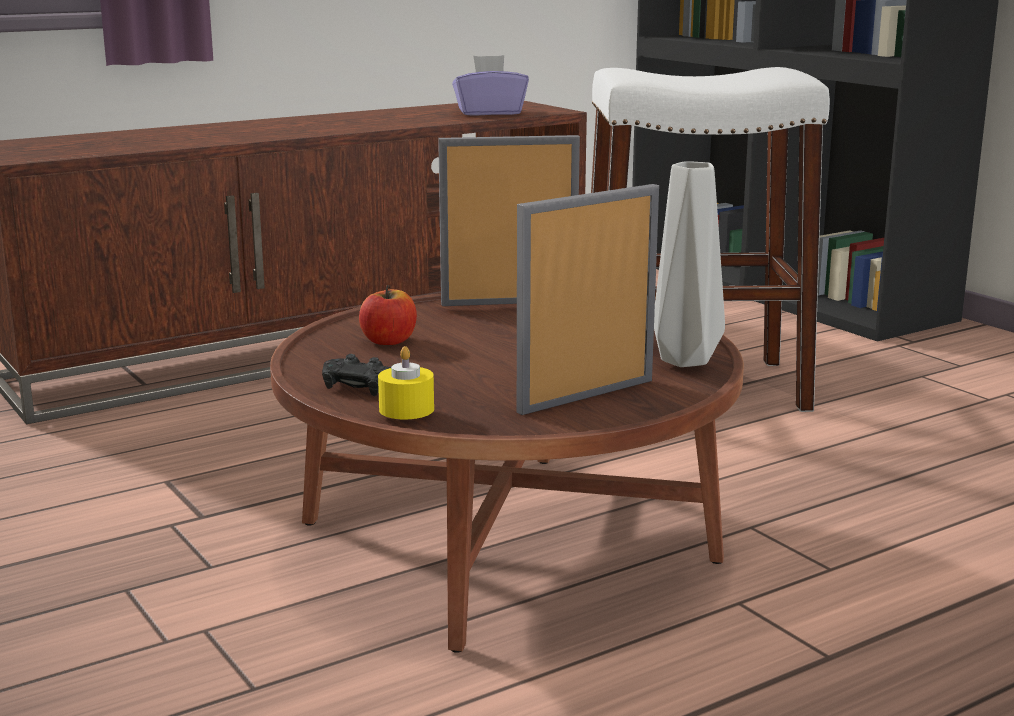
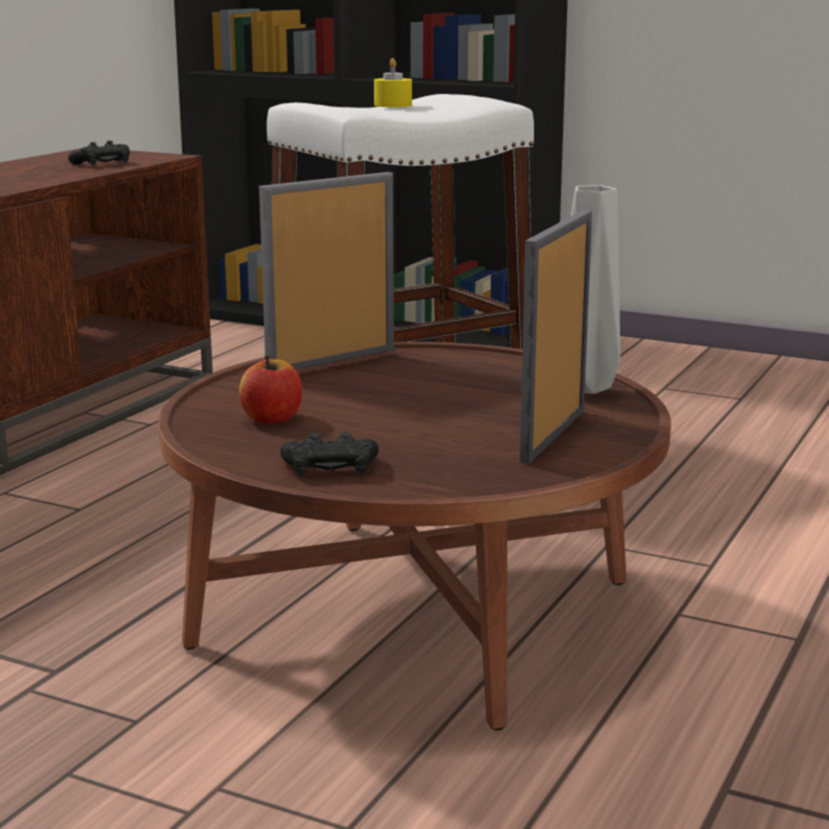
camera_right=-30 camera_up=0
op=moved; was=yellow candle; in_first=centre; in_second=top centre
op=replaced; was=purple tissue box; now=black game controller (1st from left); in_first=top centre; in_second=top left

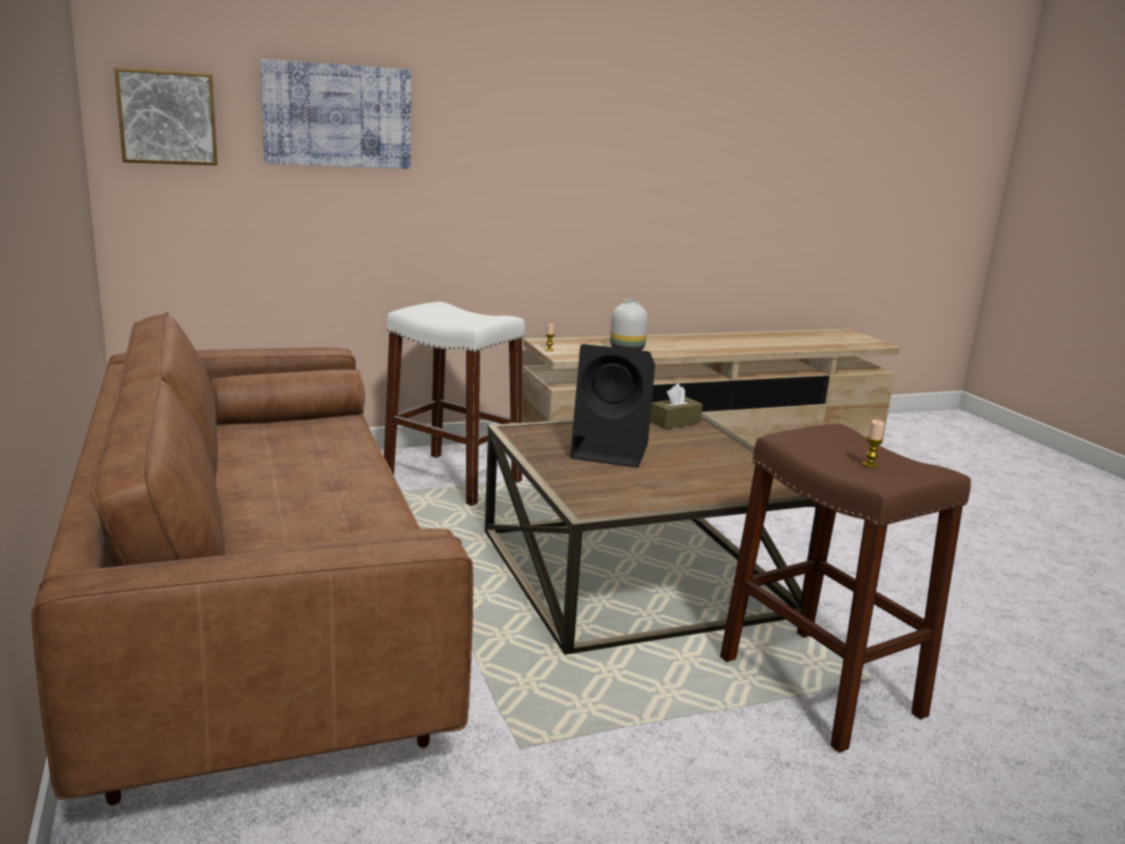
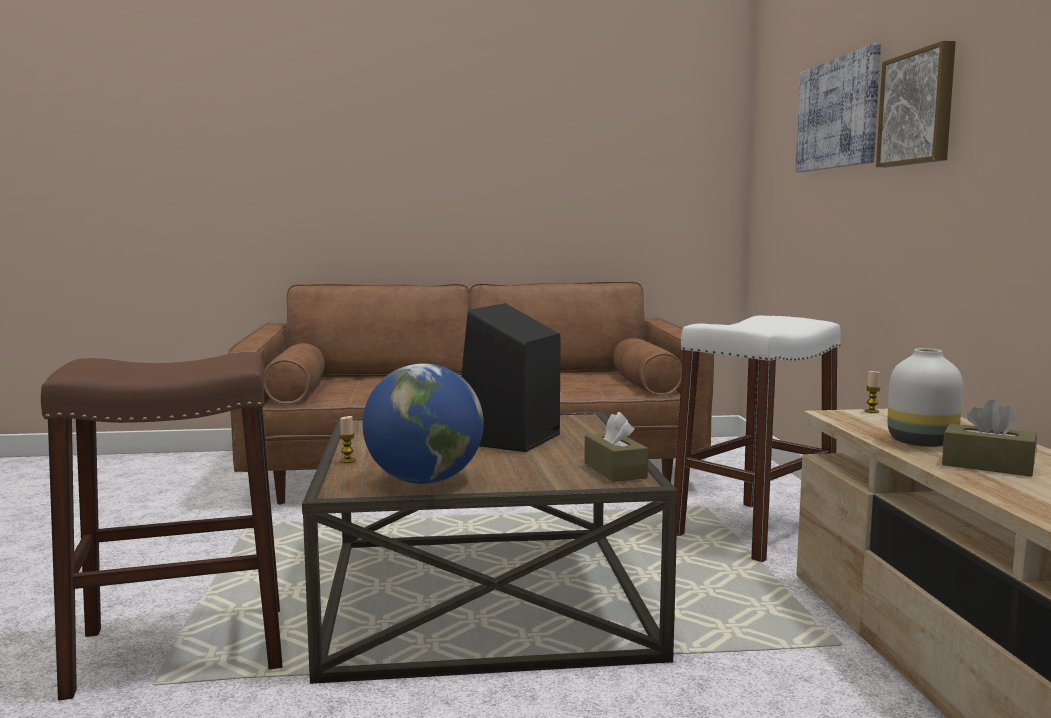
camera_right=105 camera_up=-10
op=moved; was=picture (1st from left in the first image); now=picture (2nd from left); in_first=top left; in_second=top right
op=moved; was=candle (2nd from left in the first image); now=candle (1st from left); in_first=middle right; in_second=middle left
op=added; now=globe; in_second=centre
op=added; now=brown tissue box (2nd from left); in_second=middle right

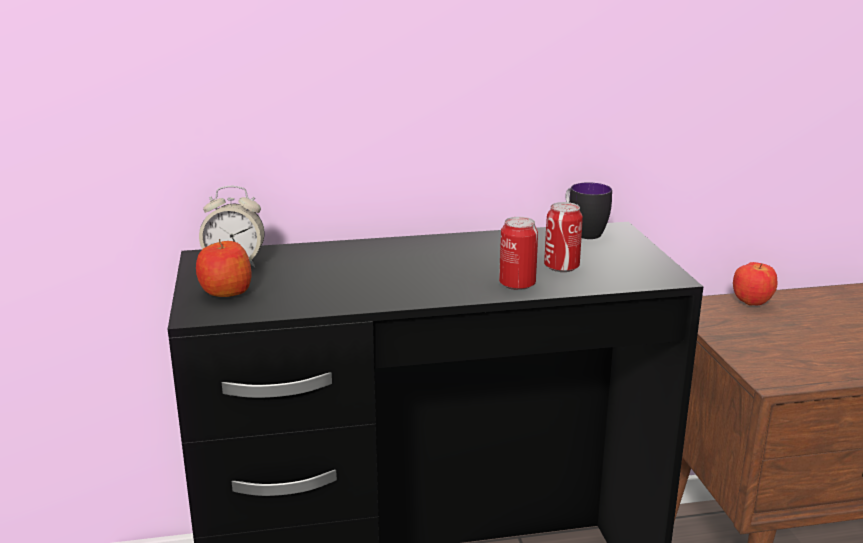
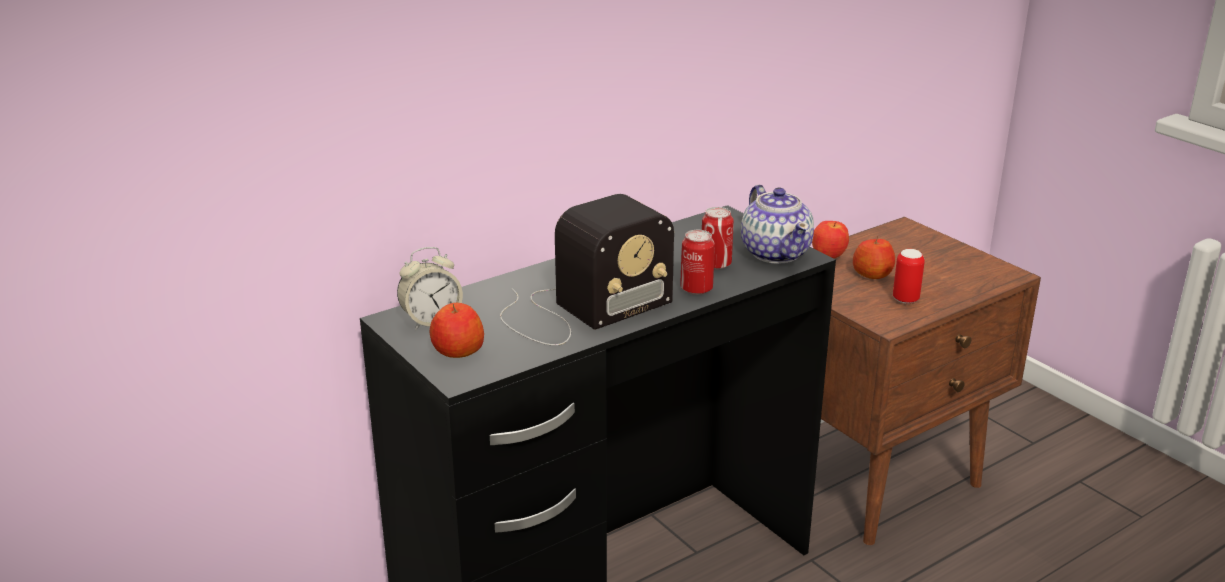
camera_right=-25 camera_up=5
op=removed; was=mug; in_first=middle right
op=added; now=radio; in_second=centre
op=added; now=teapot; in_second=centre
op=added; now=apple (3rd from left); in_second=middle right
op=added; now=can (3rd from left); in_second=middle right

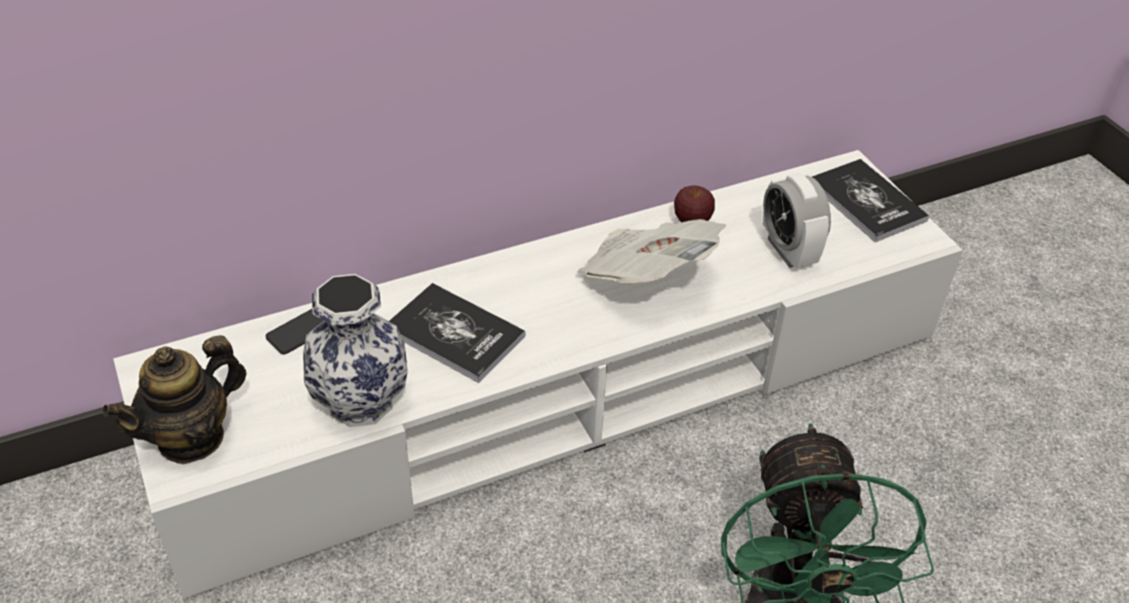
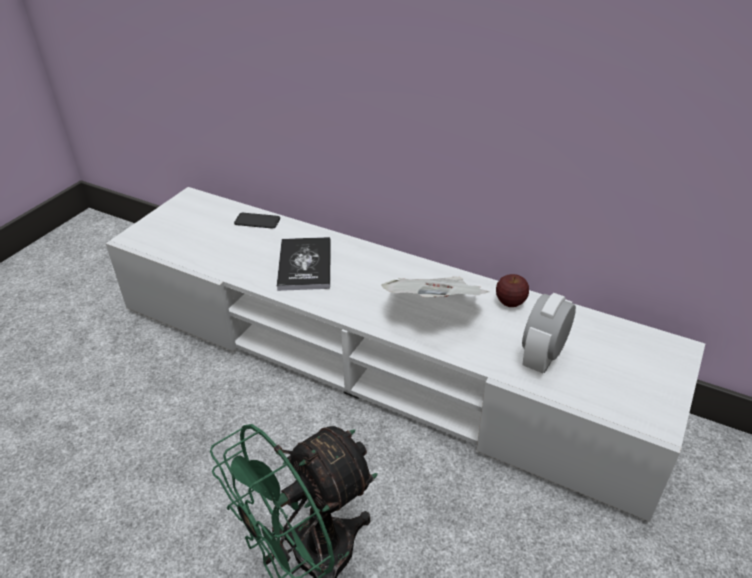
camera_right=55 camera_up=-5
op=removed; was=teapot; in_first=middle left
op=removed; was=vase; in_first=middle left
op=removed; was=book (2nd from left); in_first=top right

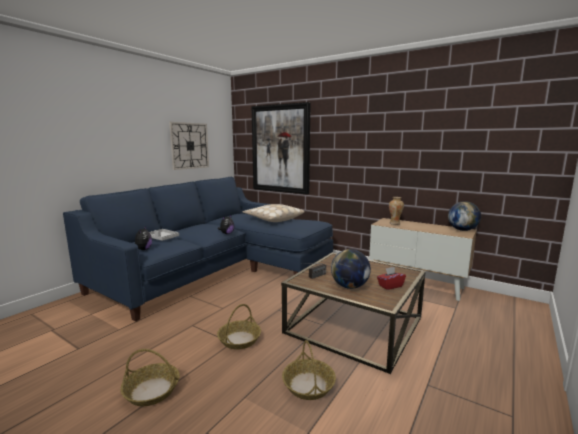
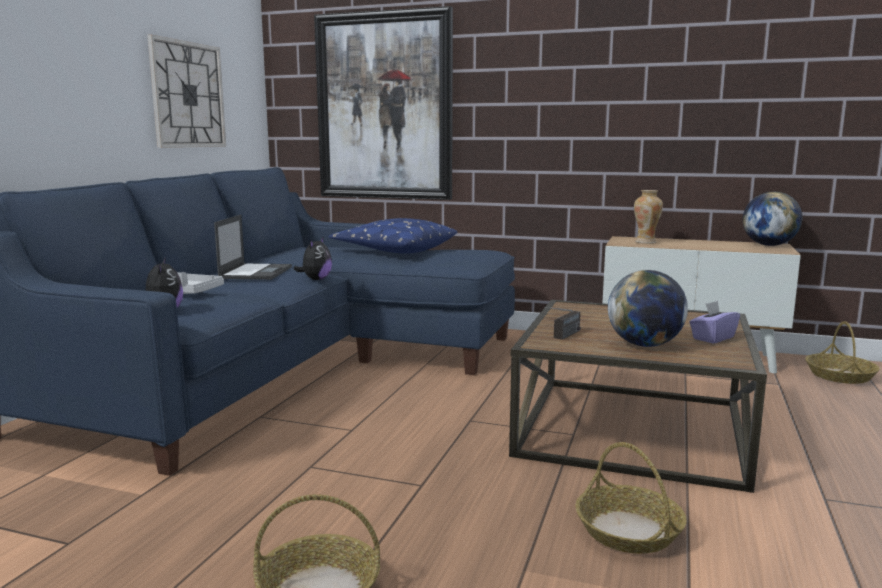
camera_right=-15 camera_up=0
op=moved; was=basket (2nd from left in the first image); now=basket (3rd from left); in_first=bottom centre; in_second=middle right
op=recoloured; was=beige pillow; now=blue pillow; in_first=centre; in_second=centre
op=recoloured; was=red tissue box; now=purple tissue box; in_first=middle right; in_second=middle right
op=added; now=laptop; in_second=middle left

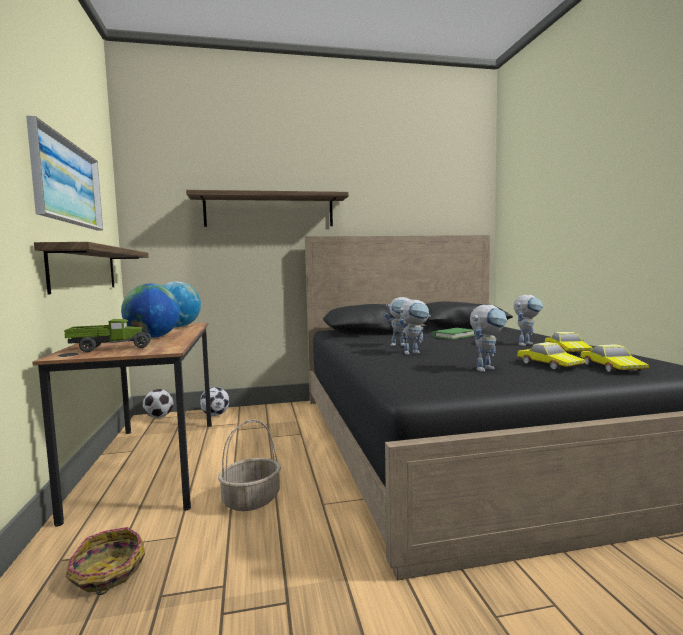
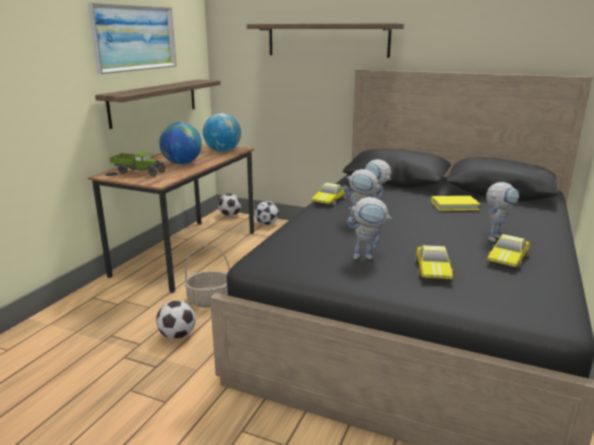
camera_right=35 camera_up=15
op=removed; was=basket (1st from left); in_first=bottom left
op=recoloured; was=green book; now=yellow book; in_first=centre; in_second=middle right
op=turned; was=toy robot (4th from left); in_first=middle right; in_second=middle right; clockwise=-45
op=moved; was=toy car (3rd from left in the first image); now=toy car (1st from left); in_first=middle right; in_second=centre
op=added; now=football (1st from left); in_second=bottom left

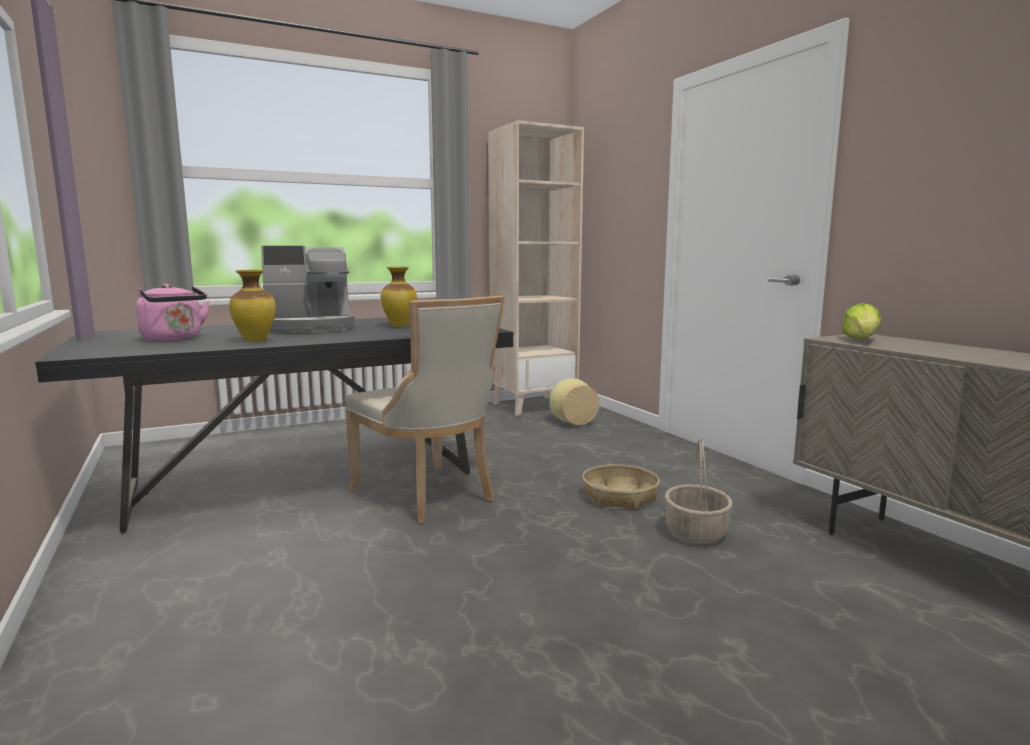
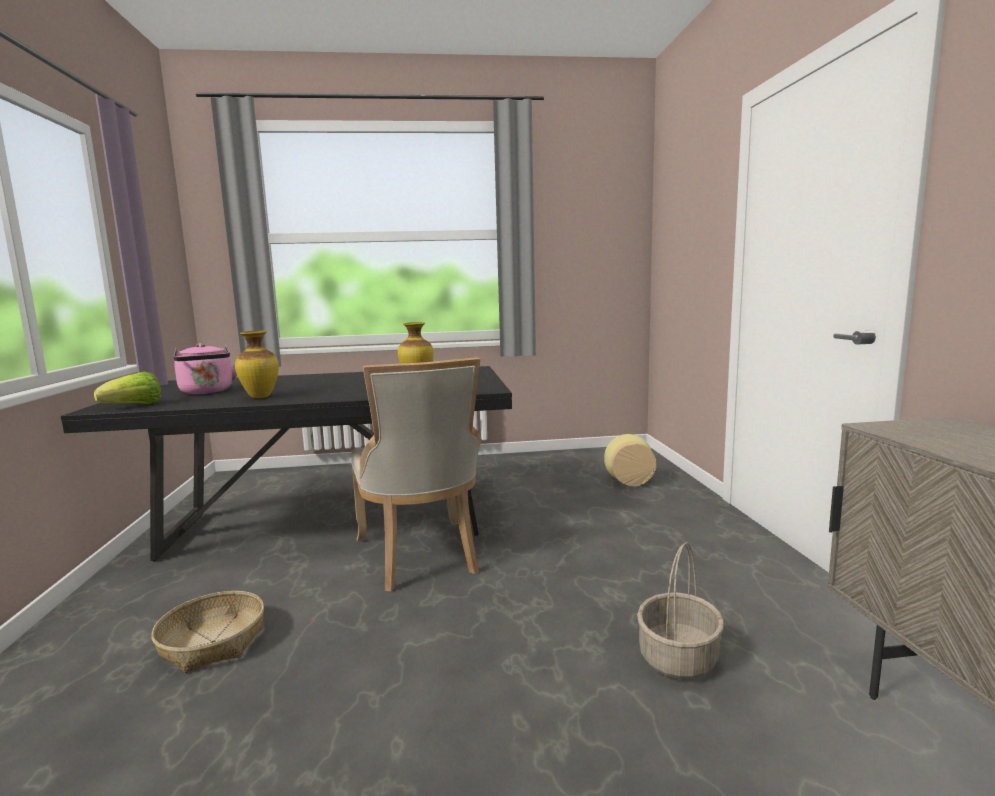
camera_right=20 camera_up=0
op=removed; was=coffee machine; in_first=middle left
op=removed; was=beige bookcase; in_first=centre
op=moved; was=basket (1st from left); in_first=centre; in_second=bottom left
op=moved; was=lettuce; in_first=middle right; in_second=middle left

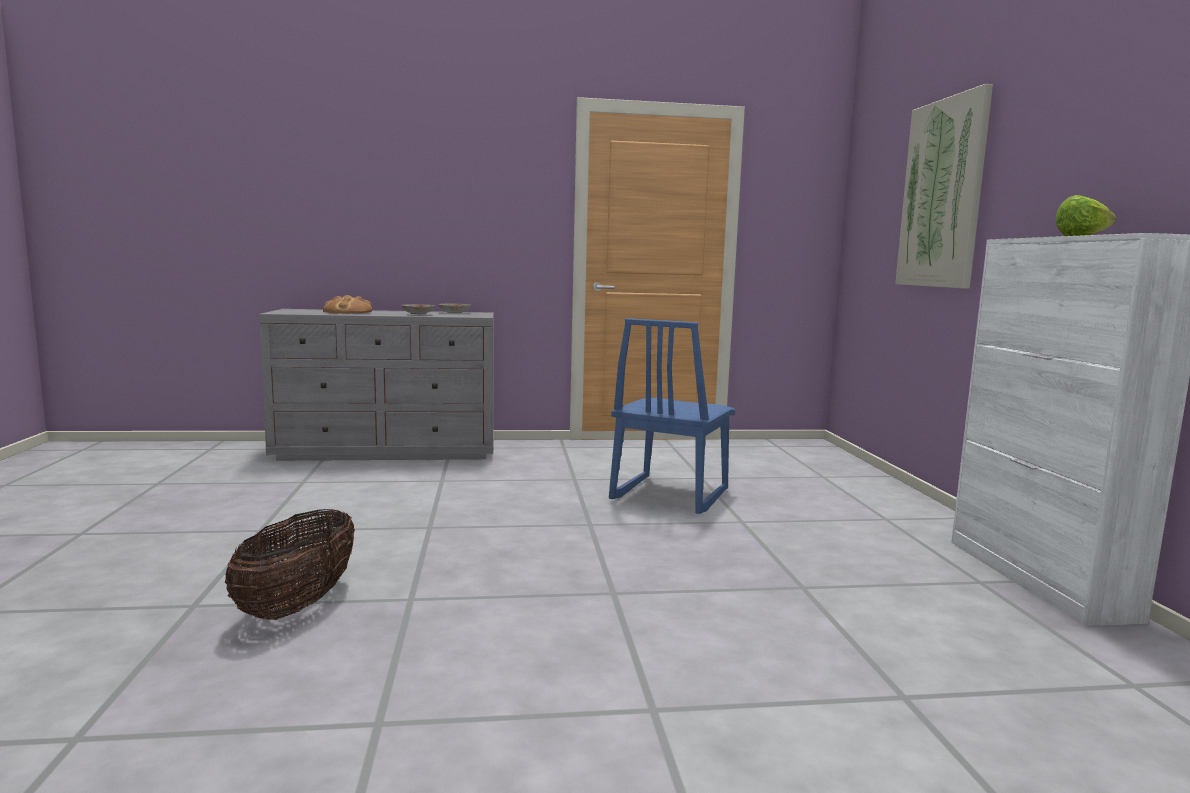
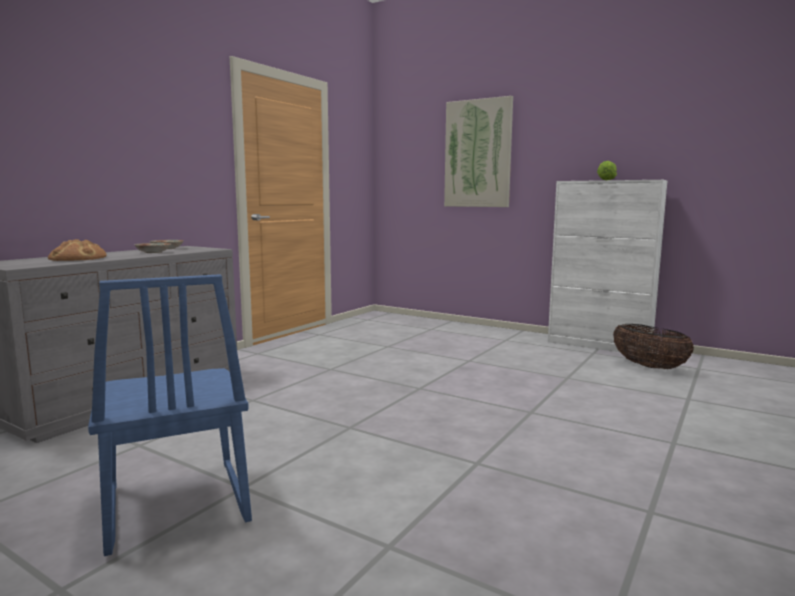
camera_right=-50 camera_up=0
op=moved; was=basket; in_first=bottom left; in_second=middle right
op=moved; was=blue chair; in_first=centre; in_second=bottom left

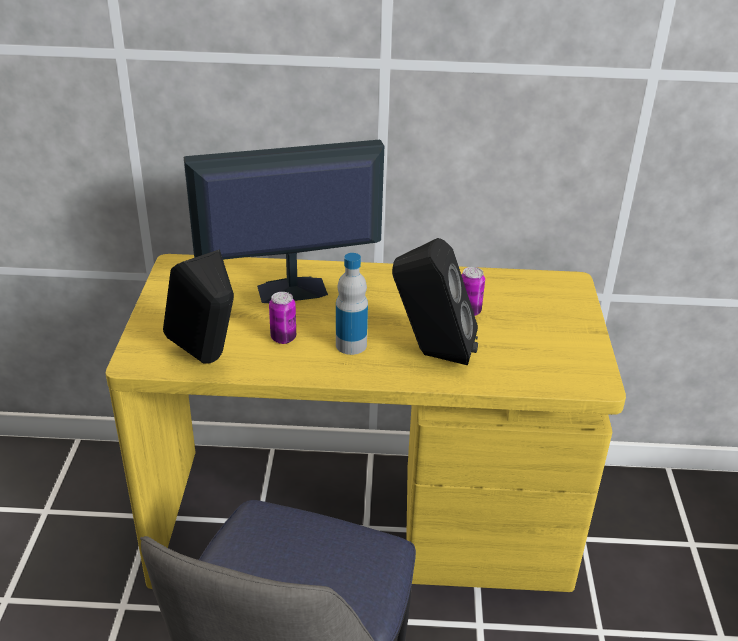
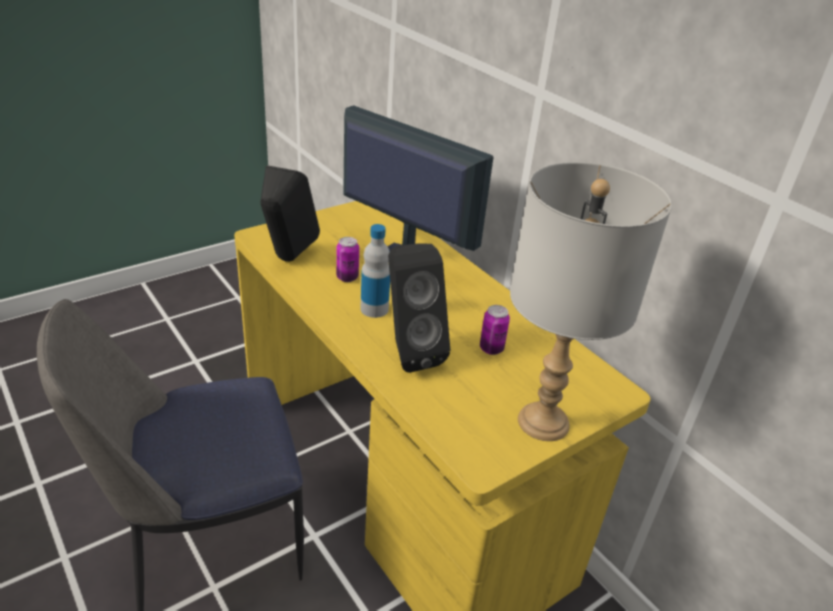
camera_right=50 camera_up=0
op=added; now=grey table lamp; in_second=middle right

